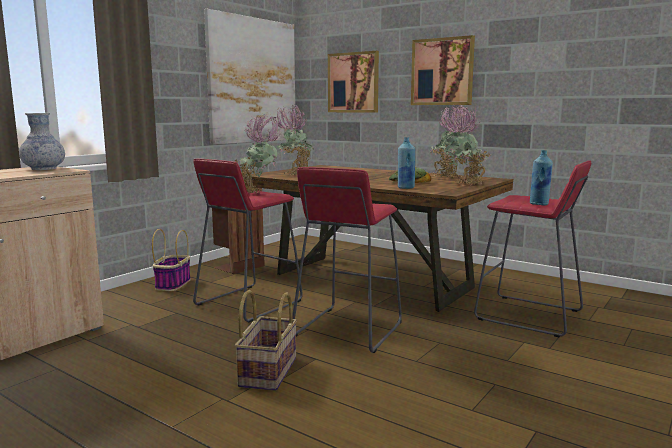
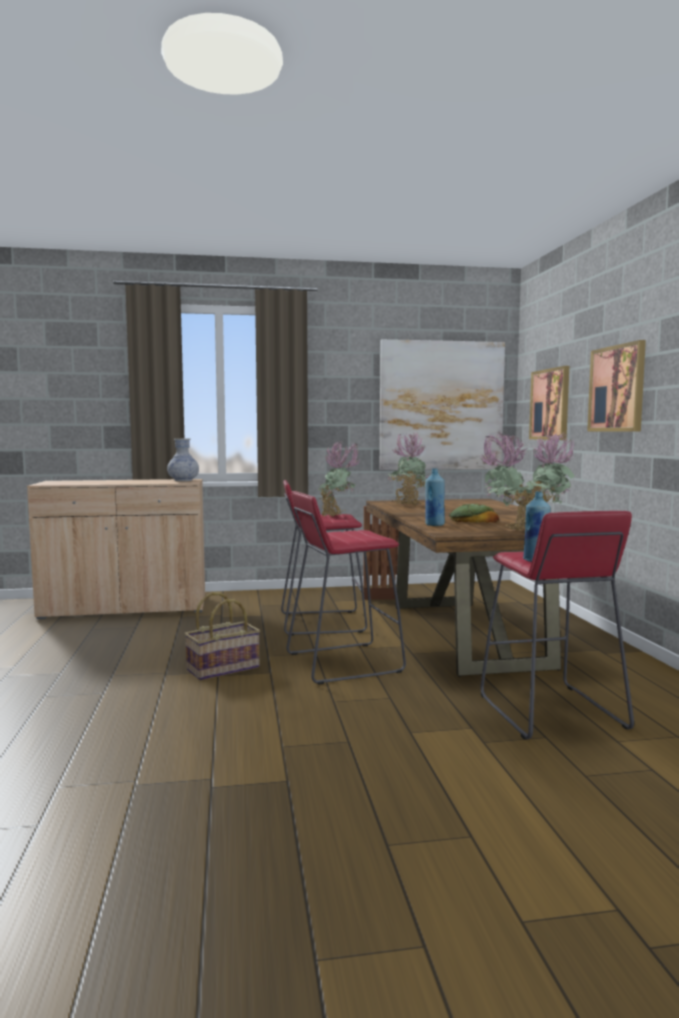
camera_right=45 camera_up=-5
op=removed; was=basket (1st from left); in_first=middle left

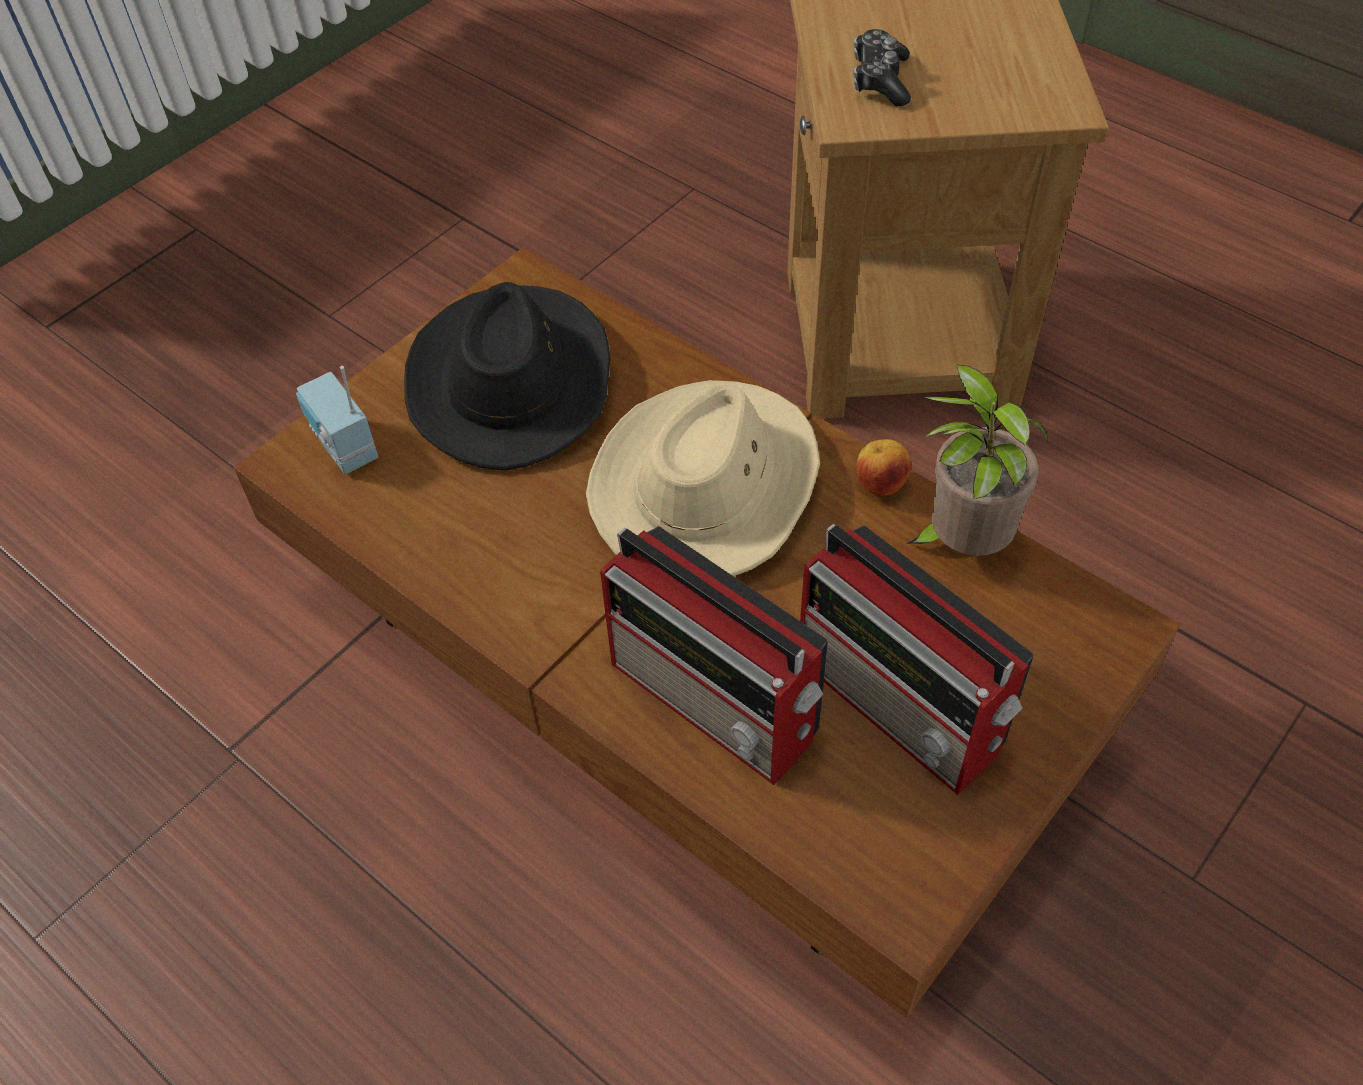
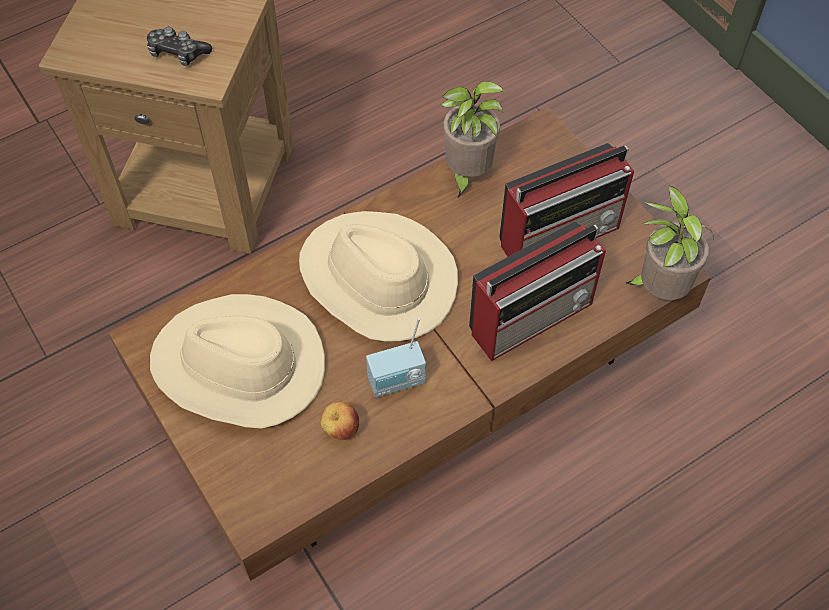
camera_right=-75 camera_up=5
op=moved; was=radio (1st from left); in_first=middle left; in_second=centre
op=recoloured; was=black hat; now=beige hat (1st from left); in_first=centre; in_second=middle left
op=moved; was=apple; in_first=centre; in_second=bottom centre
op=added; now=potted plant (2nd from left); in_second=middle right

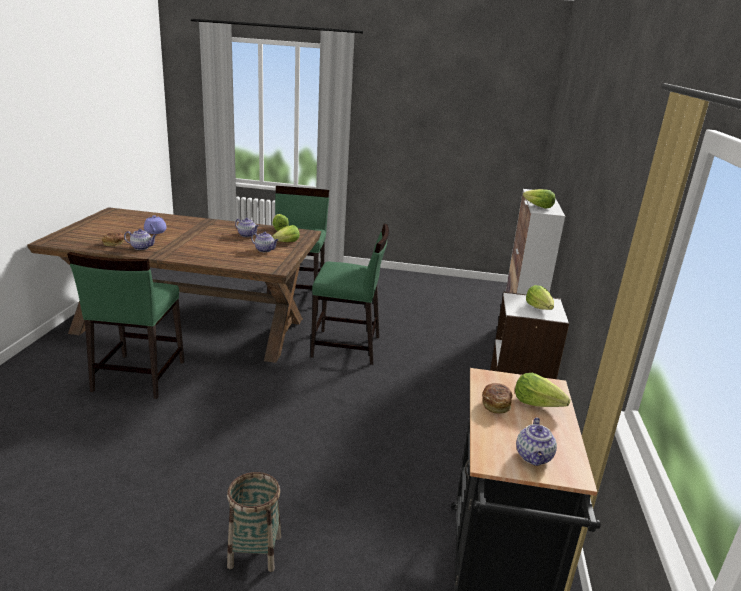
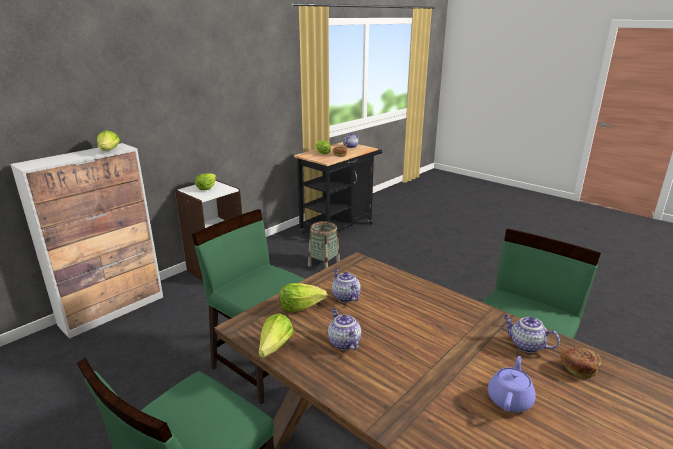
camera_right=-145 camera_up=0
op=moved; was=basket; in_first=bottom centre; in_second=centre

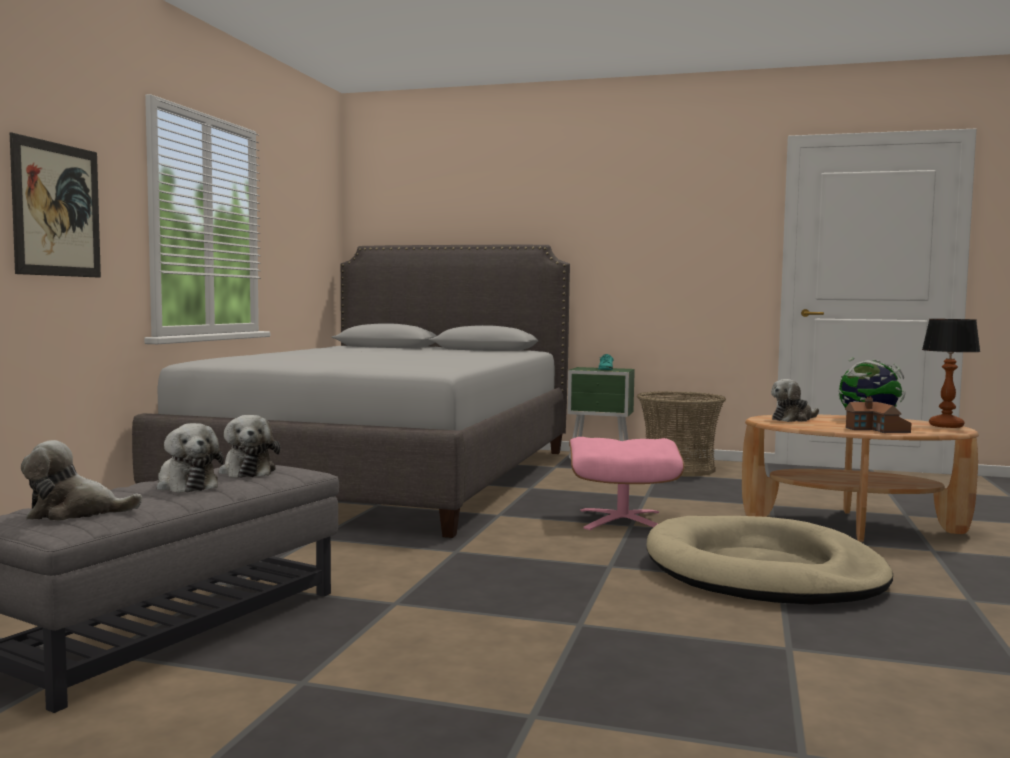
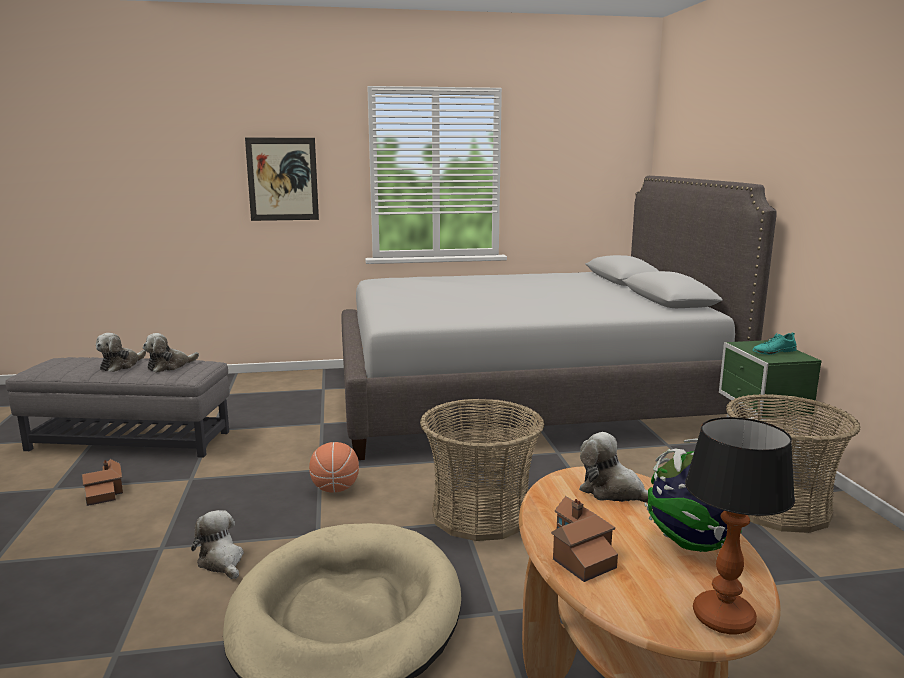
camera_right=65 camera_up=10
op=moved; was=plush toy (1st from left in the first image); now=plush toy (3rd from left); in_first=middle left; in_second=bottom left
op=replaced; was=pink ottoman; now=basket (1st from left); in_first=centre; in_second=bottom centre
op=added; now=toy house (1st from left); in_second=bottom left
op=added; now=basketball; in_second=bottom centre

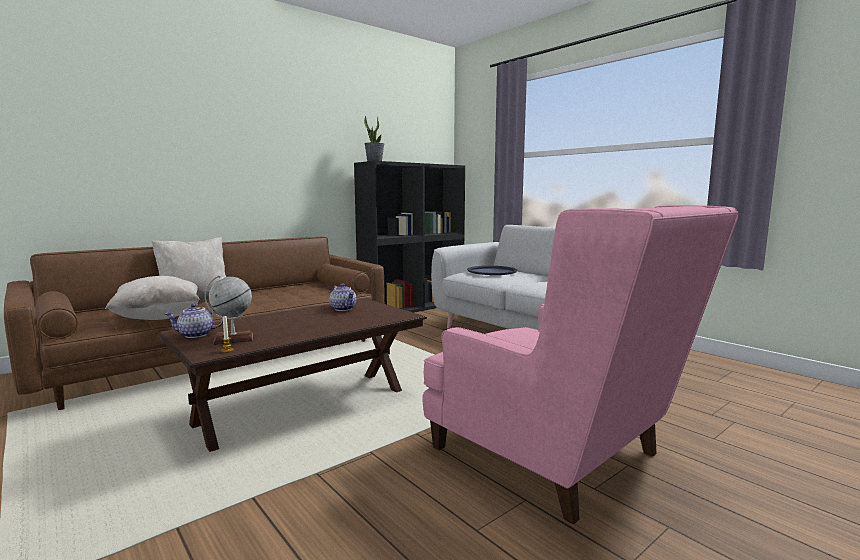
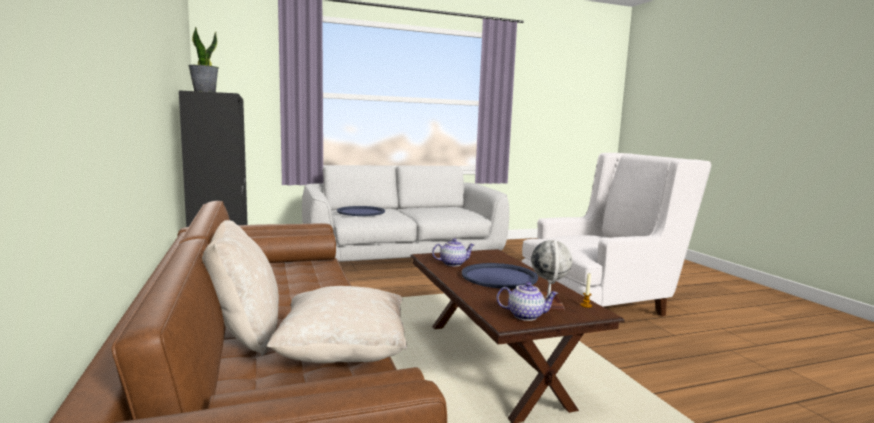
camera_right=-70 camera_up=0
op=turned; was=teapot (1st from left in the first image); in_first=middle left; in_second=bottom centre; clockwise=-90
op=recoloured; was=pink armchair; now=white armchair; in_first=middle right; in_second=middle right
op=added; now=blue tray (2nd from left); in_second=centre

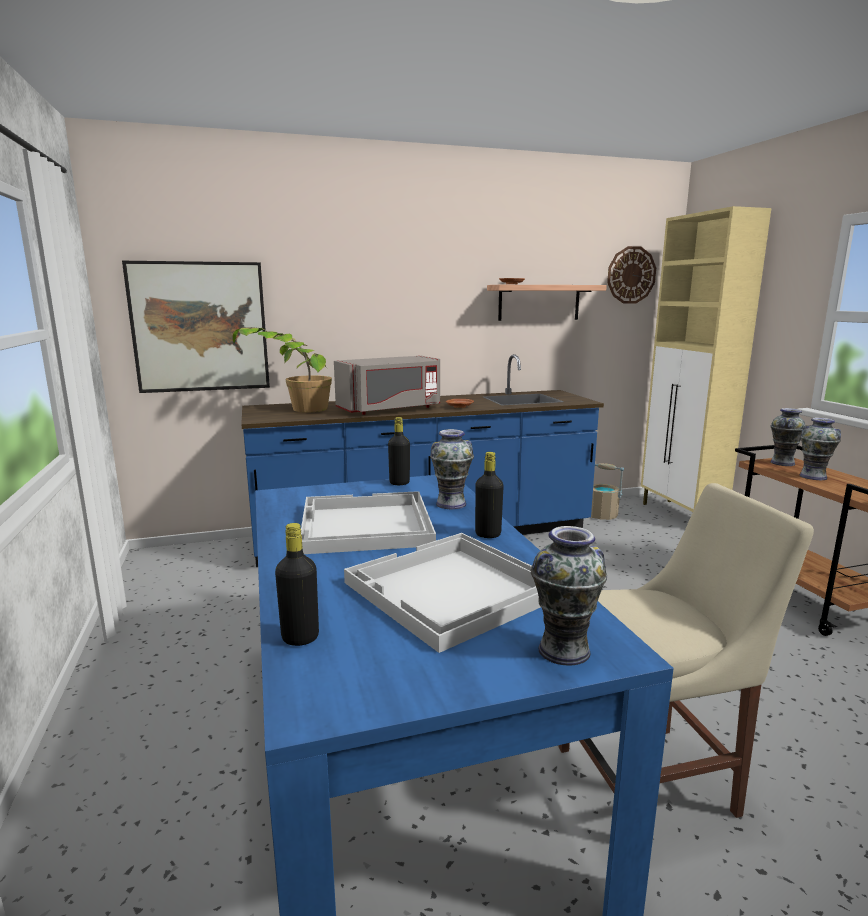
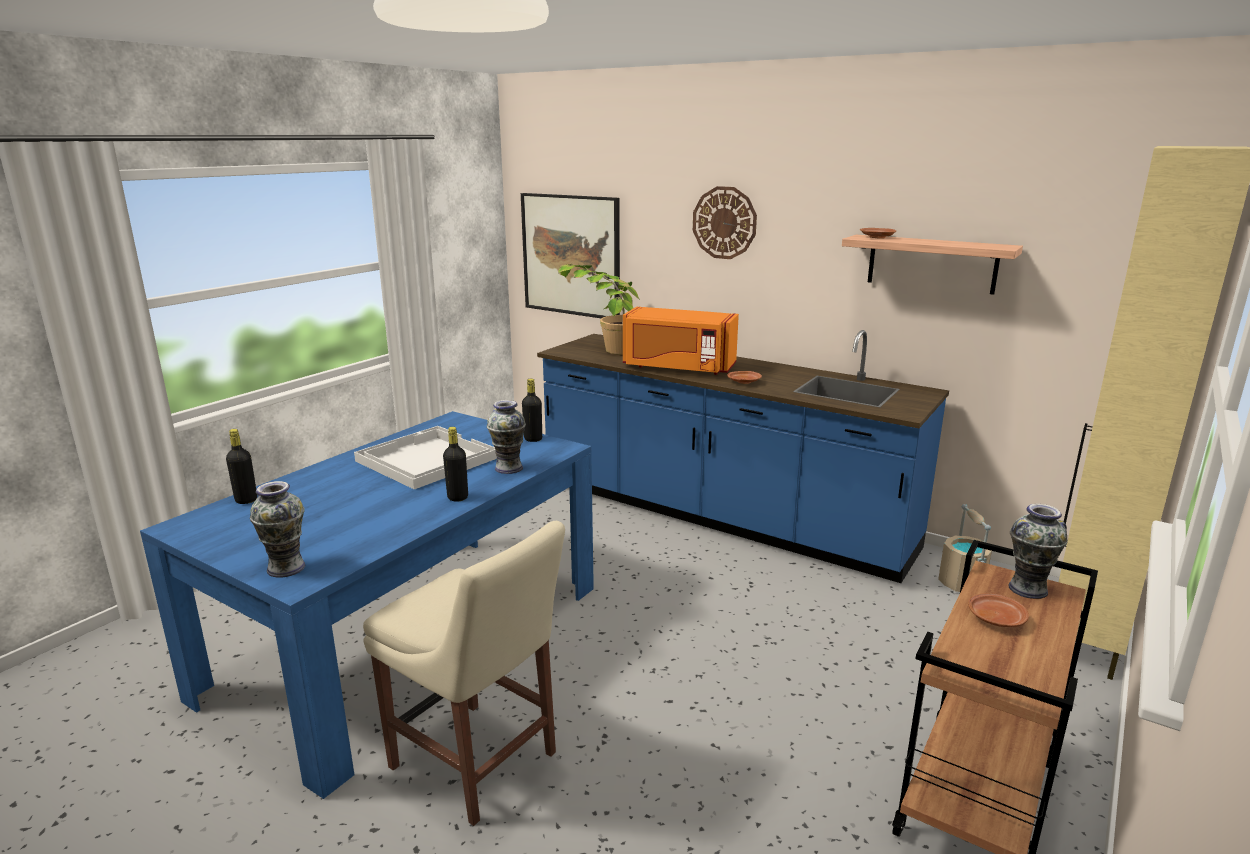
camera_right=50 camera_up=5
op=recoloured; was=grey microwave; now=orange microwave; in_first=centre; in_second=centre
op=removed; was=white tray (2nd from left); in_first=centre
op=moved; was=wall clock; in_first=top right; in_second=top centre
op=replaced; was=vase (4th from left); now=brown plate (3rd from left); in_first=middle right; in_second=bottom right

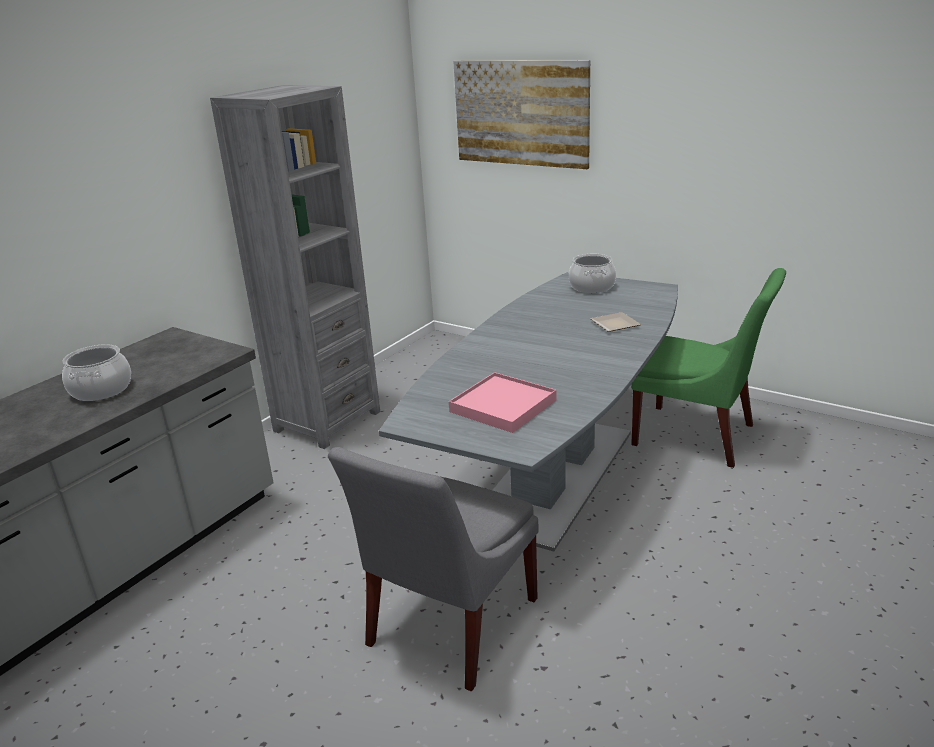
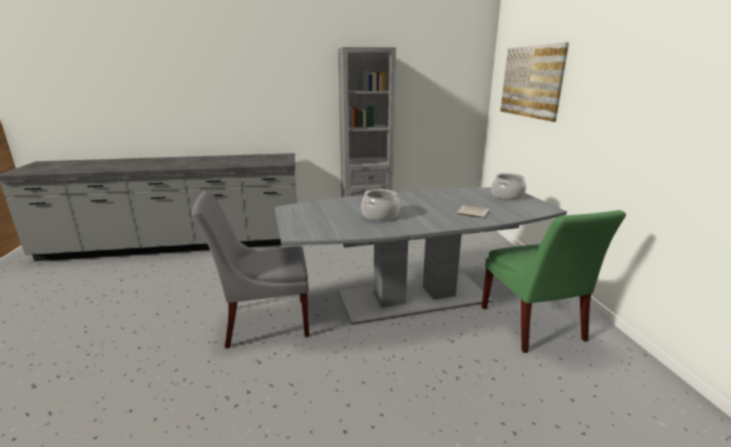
camera_right=45 camera_up=-5
op=moved; was=cooking pot (1st from left); in_first=middle left; in_second=centre
op=removed; was=pink tray; in_first=centre

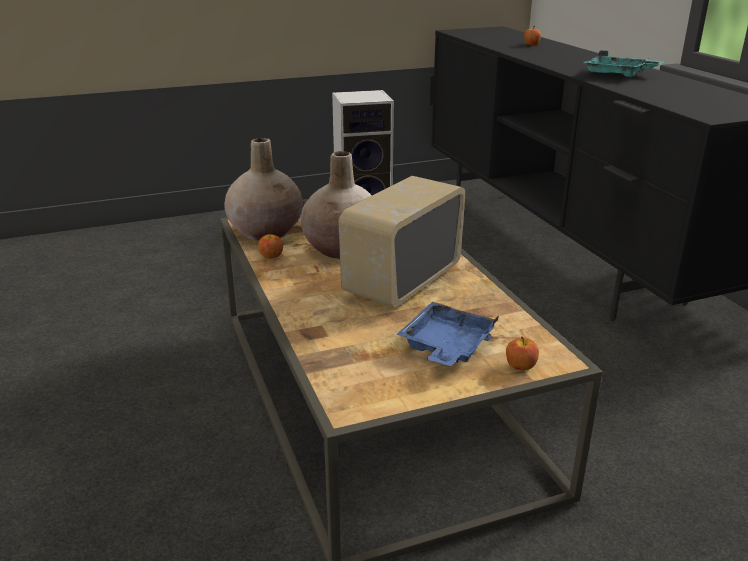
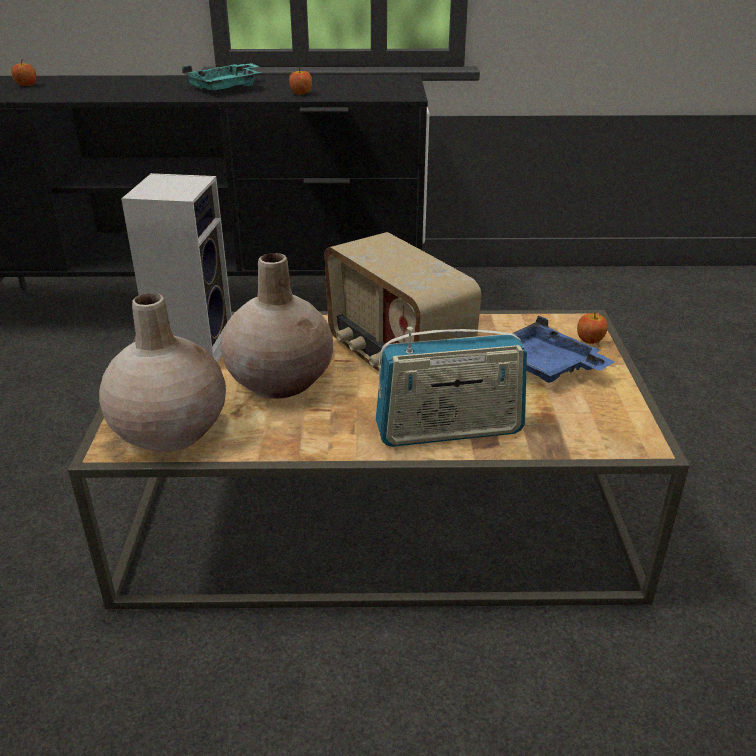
camera_right=-70 camera_up=5
op=moved; was=apple (1st from left in the first image); now=apple (2nd from left); in_first=centre; in_second=top centre
op=added; now=radio (2nd from left); in_second=centre

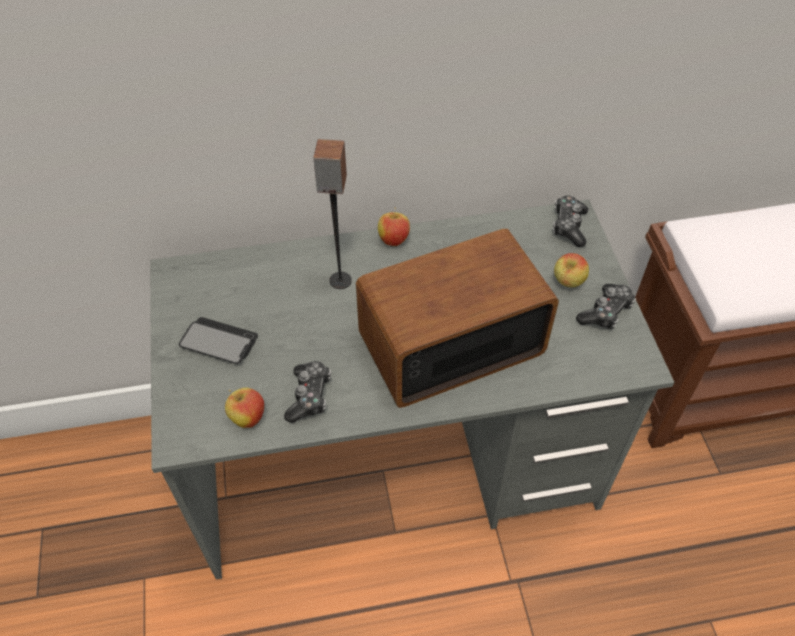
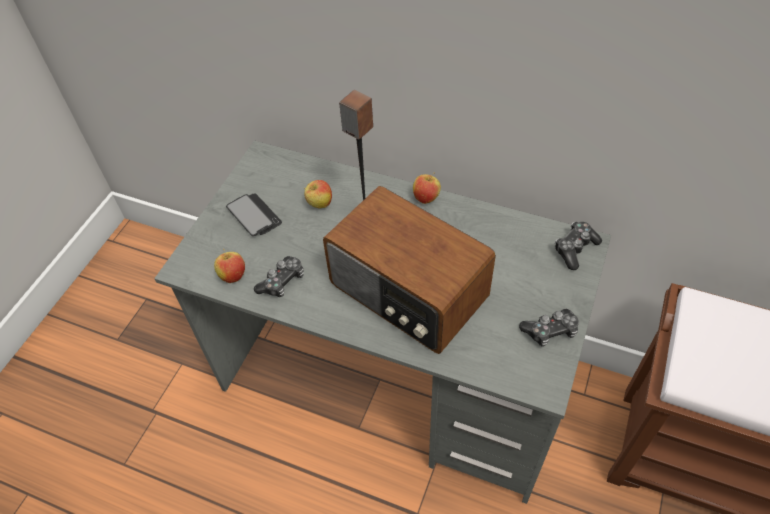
camera_right=35 camera_up=0
op=turned; was=radio; in_first=centre; in_second=centre; clockwise=-150
op=moved; was=apple (3rd from left in the first image); now=apple (2nd from left); in_first=middle right; in_second=centre

